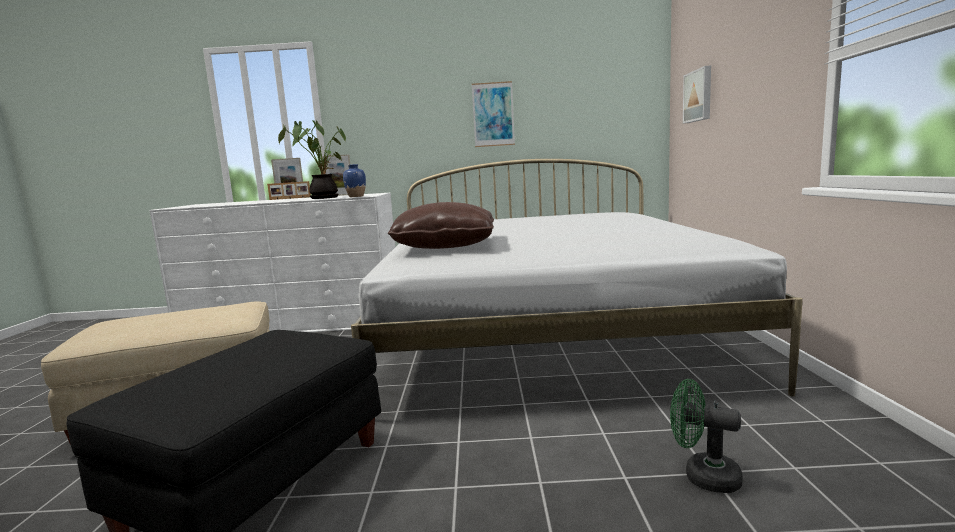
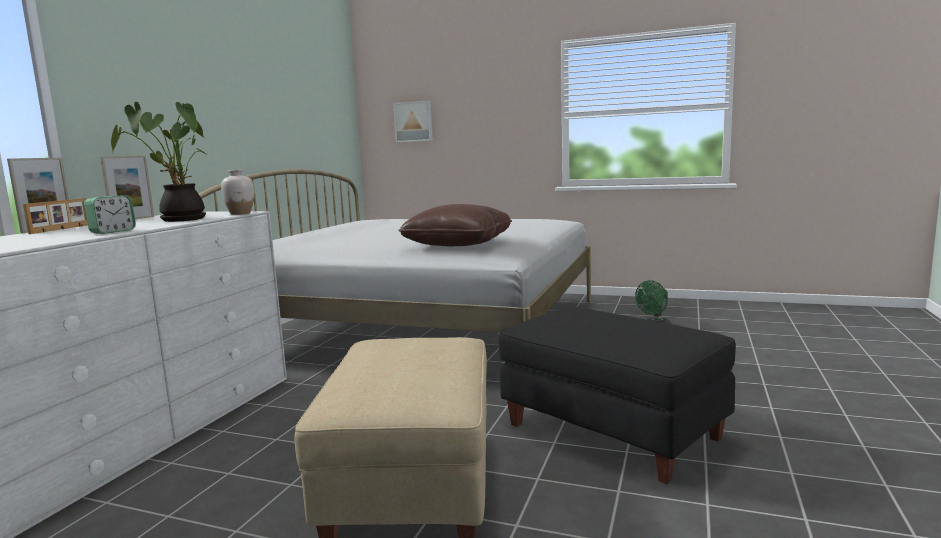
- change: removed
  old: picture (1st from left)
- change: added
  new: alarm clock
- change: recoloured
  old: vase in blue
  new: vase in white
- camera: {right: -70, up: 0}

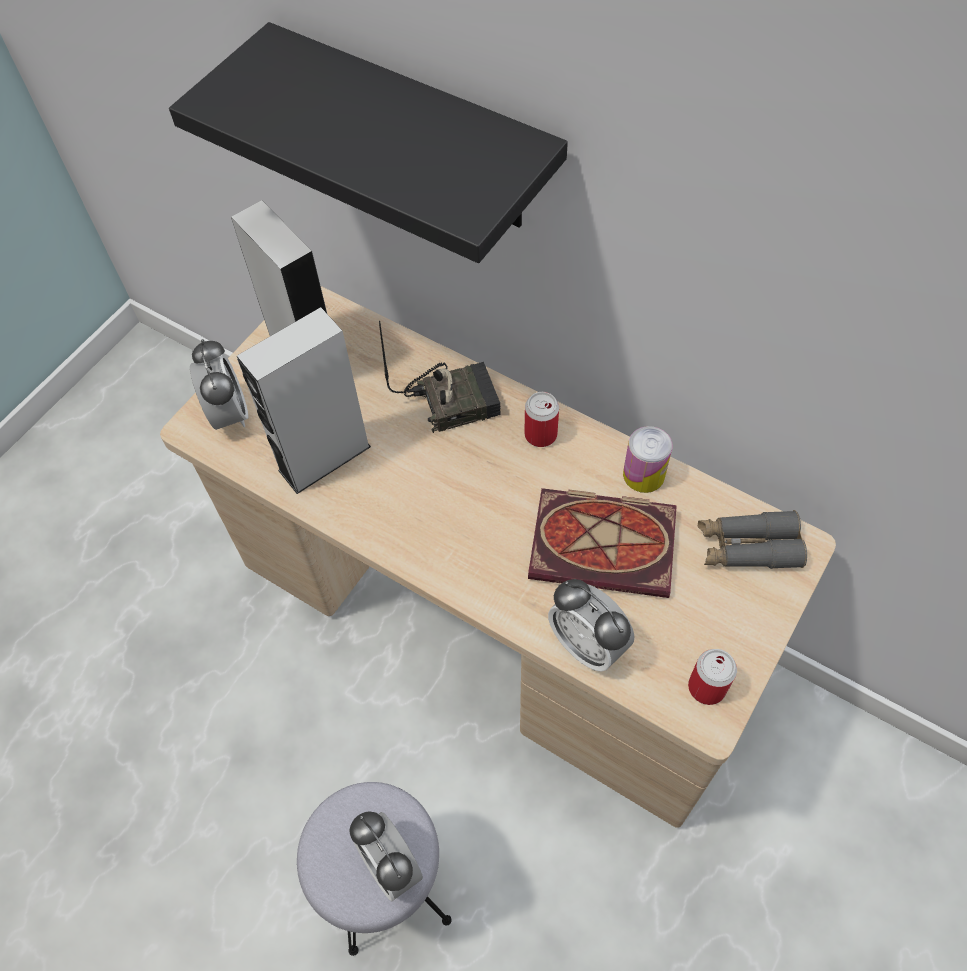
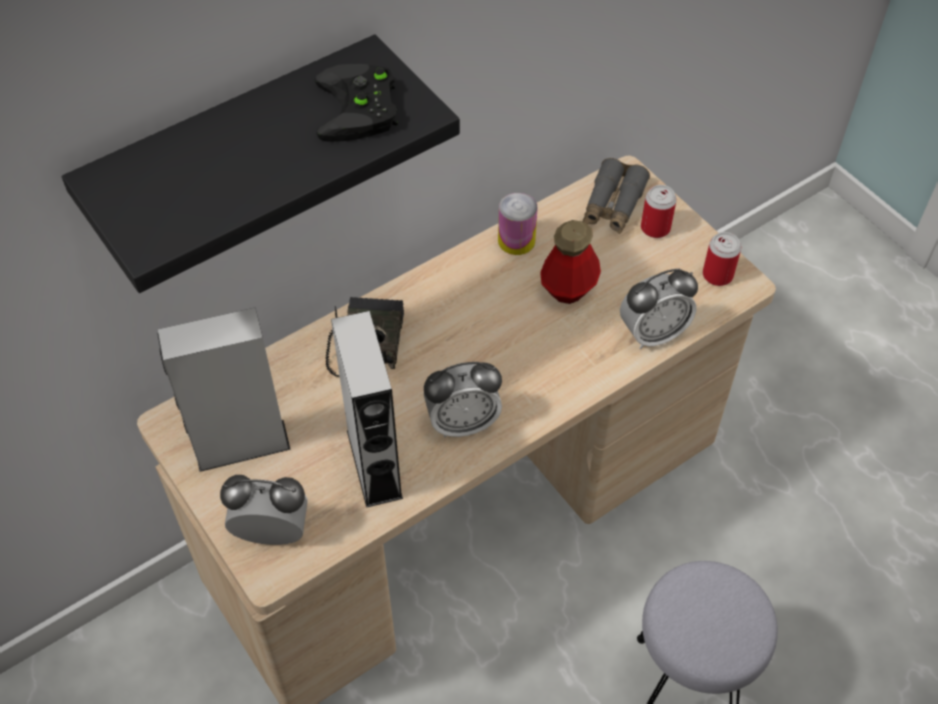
- change: added
  new: game controller in black
- change: moved
  old: alarm clock (2nd from left)
- change: moved
  old: can (1st from left in the first image)
  new: can (2nd from left)
- change: replaced
  old: book
  new: bottle
- camera: {right: -70, up: -5}

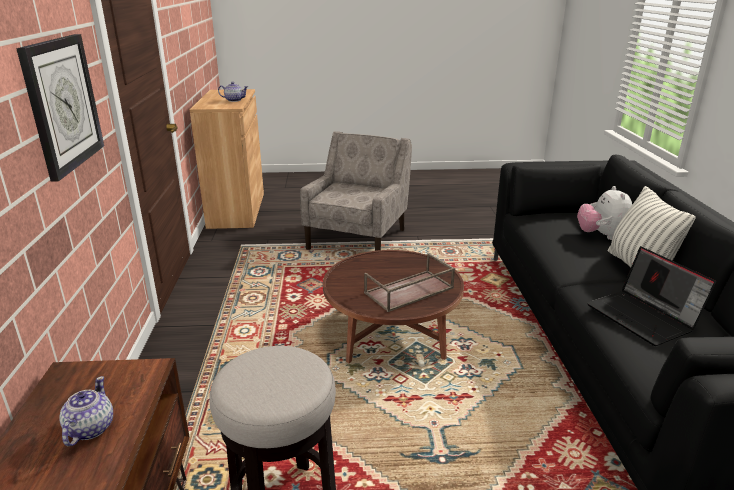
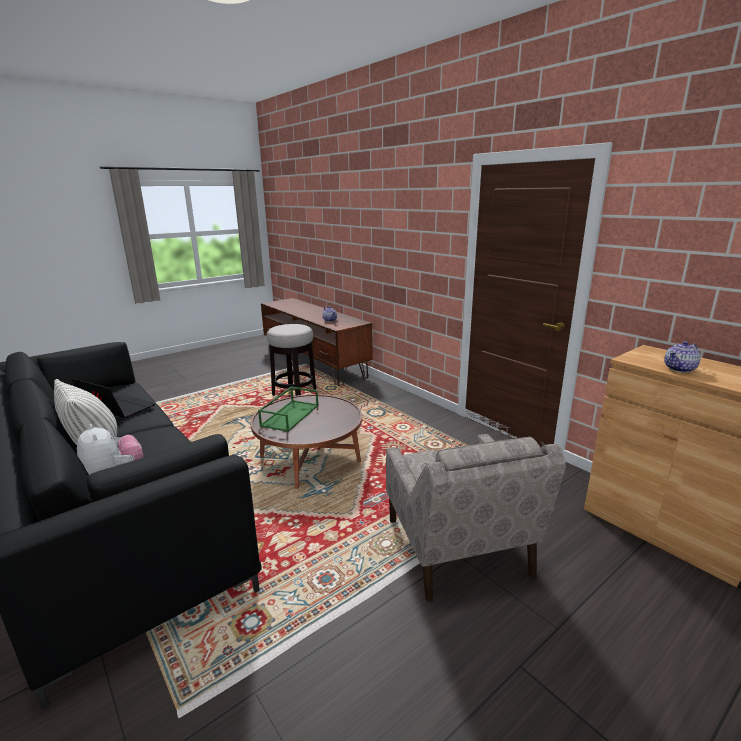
- change: removed
  old: wall clock
- change: recoloured
  old: tray in brown
  new: tray in green
- camera: {right: 145, up: -5}

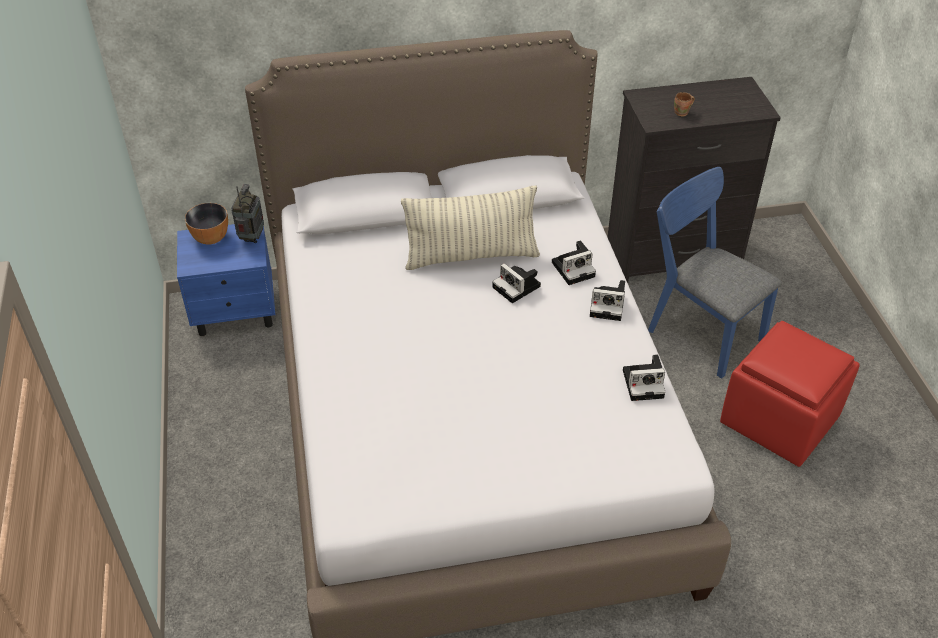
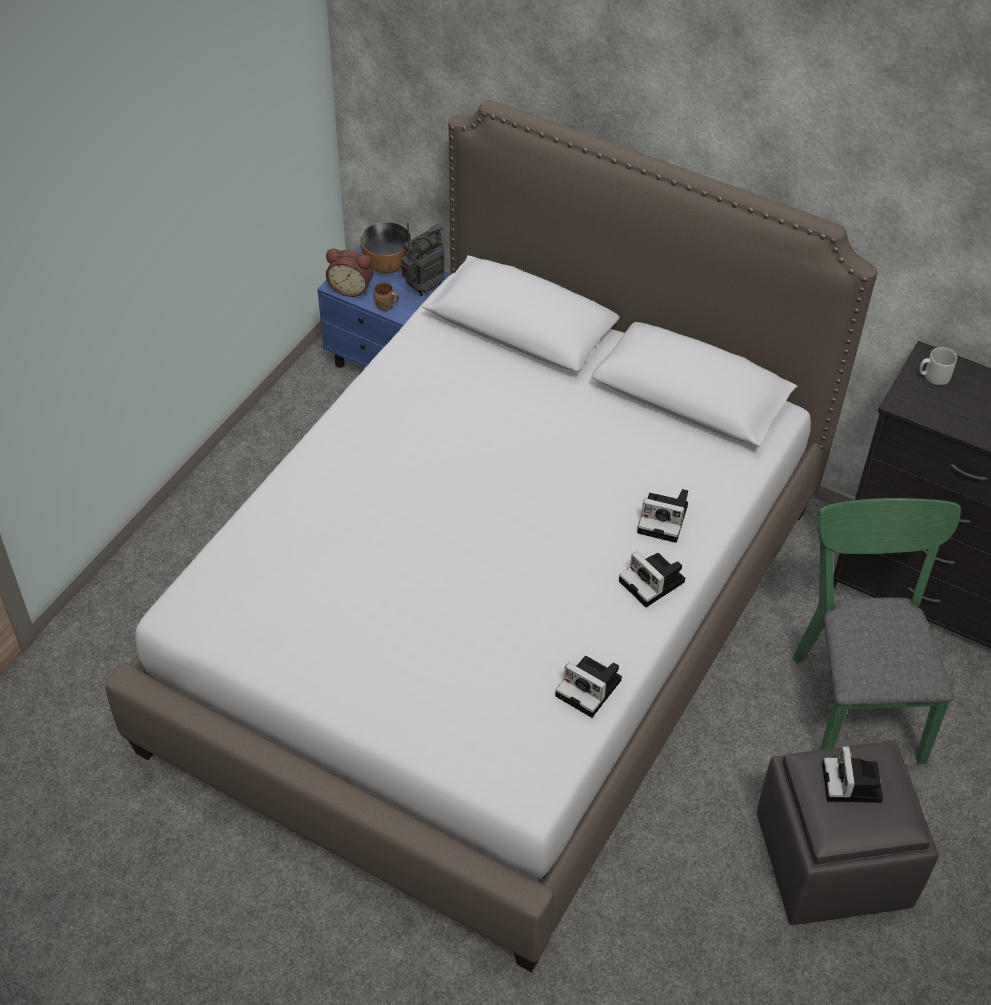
- change: removed
  old: pillow
- change: added
  new: alarm clock
- change: added
  new: mug in grey
- change: moved
  old: photo camera (1st from left in the first image)
  new: photo camera (4th from left)
- change: moved
  old: mug in brown
- change: recoloured
  old: chair in blue
  new: chair in green
- change: recoloured
  old: ottoman in red
  new: ottoman in grey
- camera: {right: 40, up: 5}

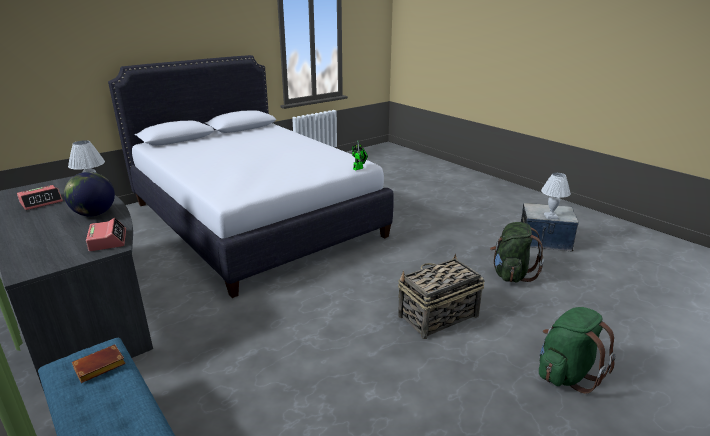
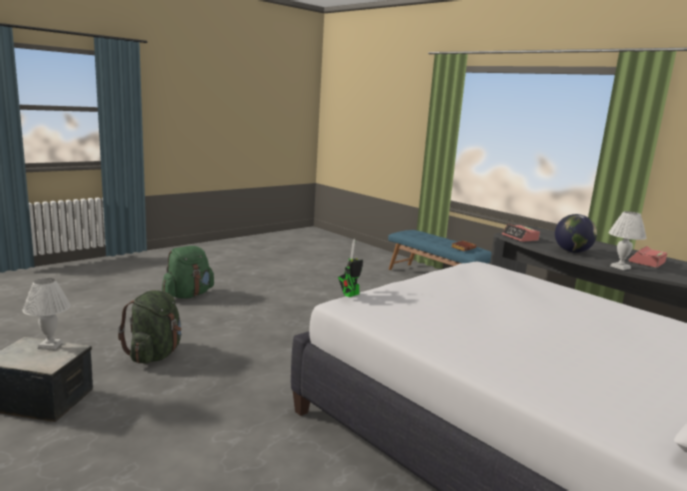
- change: removed
  old: basket
- camera: {right: 175, up: -10}

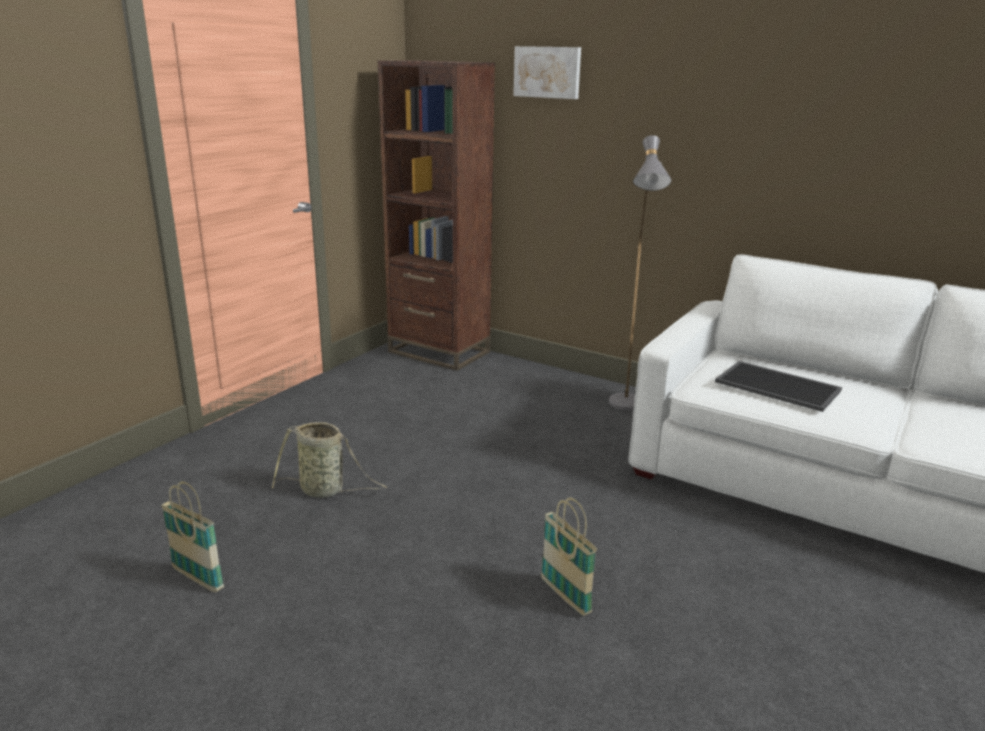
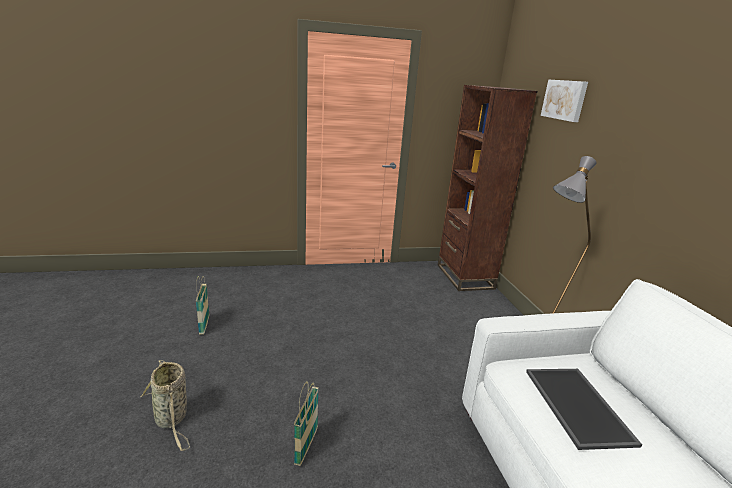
- change: moved
  old: basket (2nd from left in the first image)
  new: basket (1st from left)
- camera: {right: 45, up: 0}

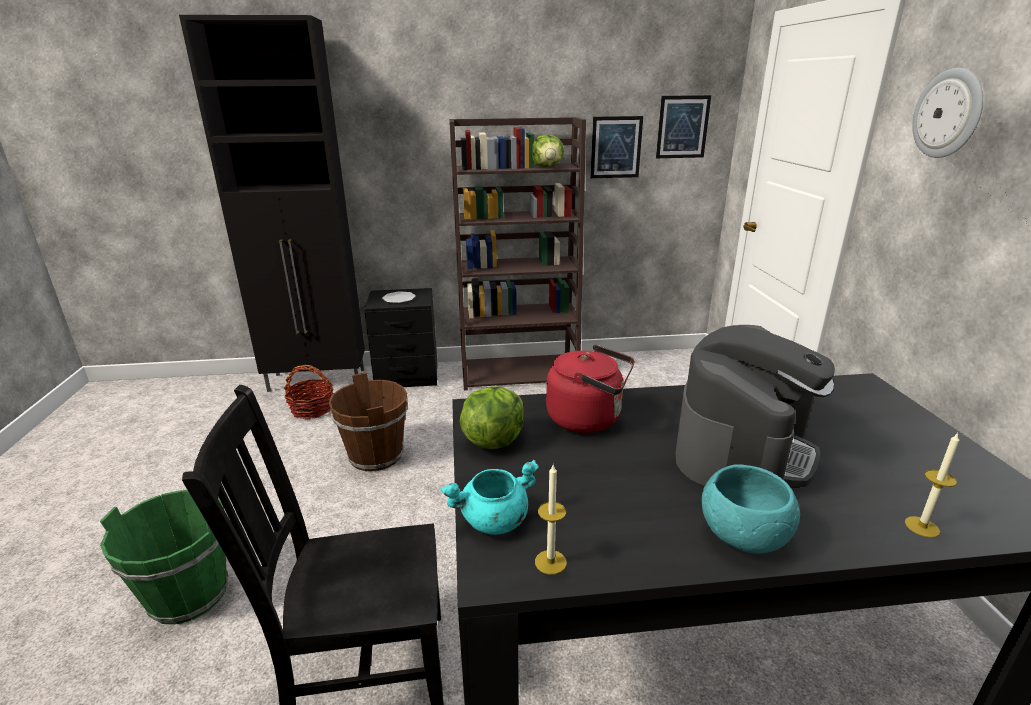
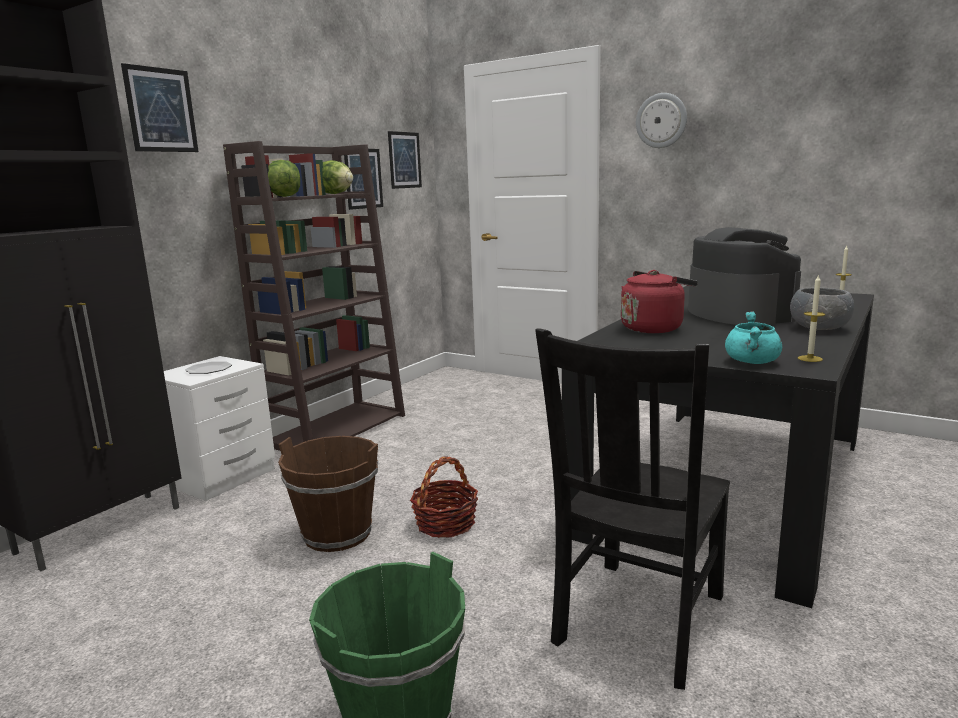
- change: added
  new: picture (1st from left)
- change: moved
  old: basket
- change: moved
  old: lettuce (1st from left)
- change: recoloured
  old: nightstand in black
  new: nightstand in white
- change: recoloured
  old: bowl in turquoise
  new: bowl in grey
- camera: {right: -50, up: -10}

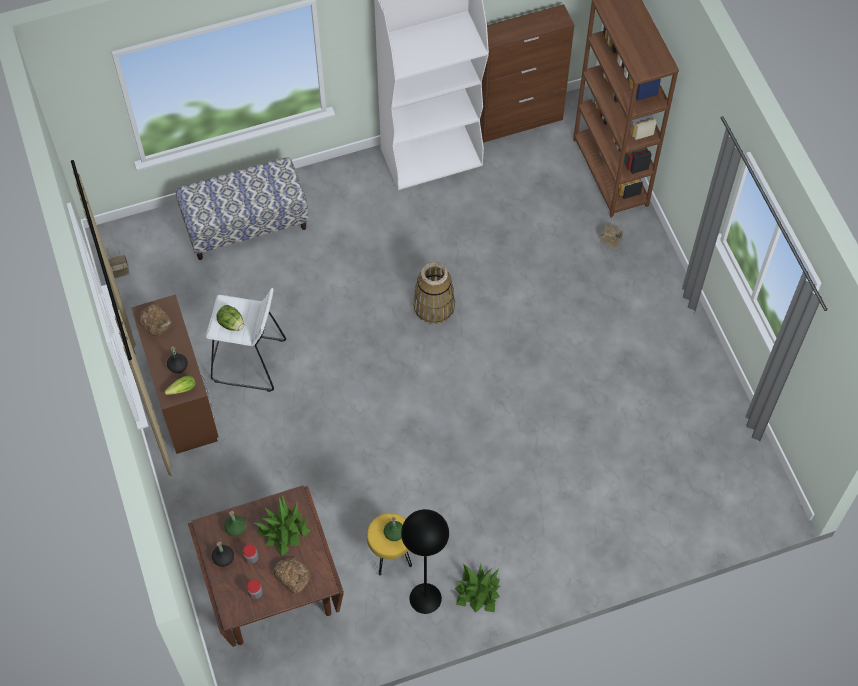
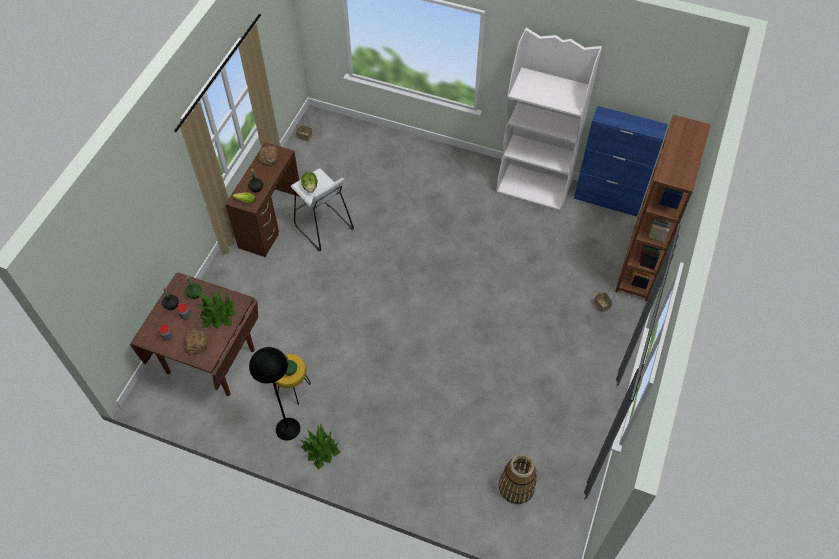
- change: removed
  old: bench
- change: moved
  old: basket (2nd from left)
- change: recoloured
  old: cabinet in brown
  new: cabinet in blue
- camera: {right: 40, up: -5}

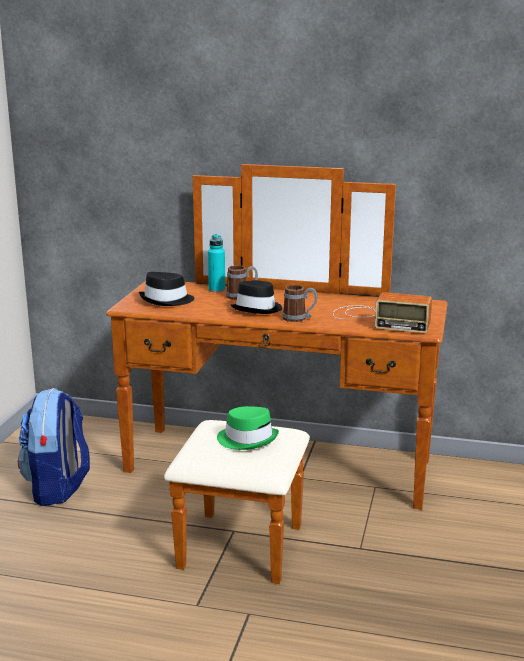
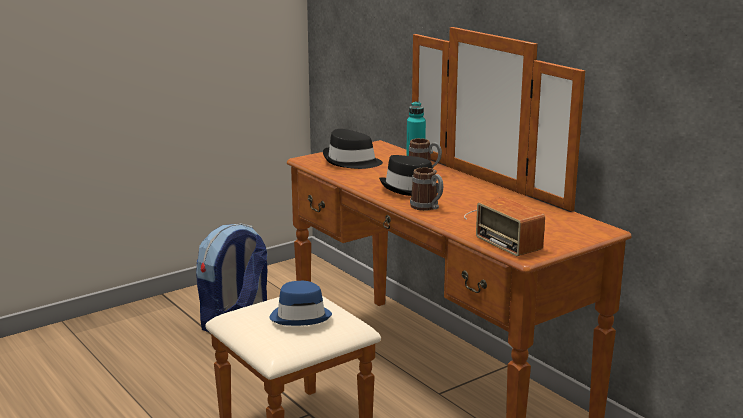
- change: recoloured
  old: hat in green
  new: hat in blue
- camera: {right: 40, up: 0}

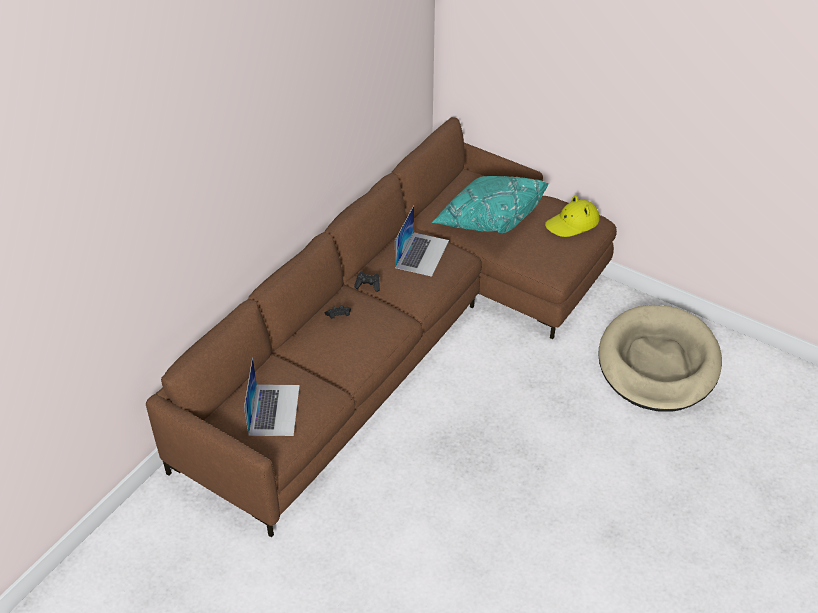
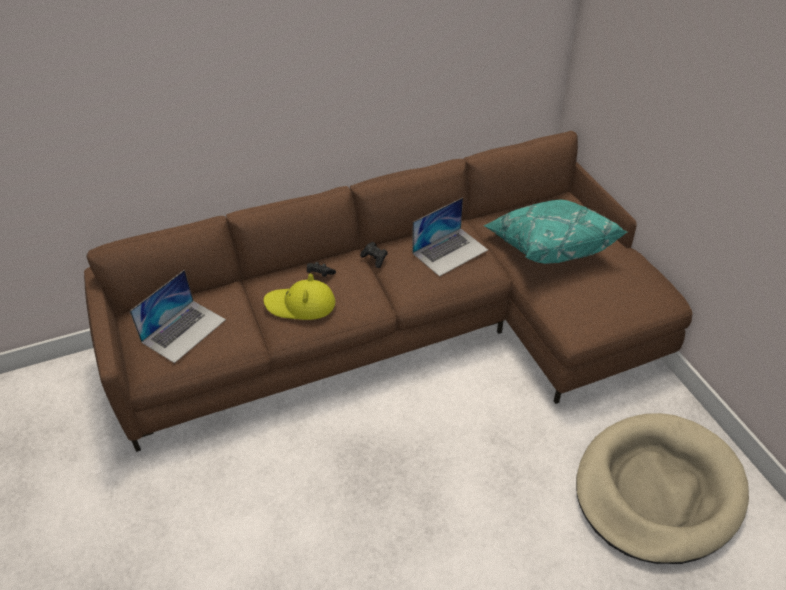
- change: moved
  old: hat in yellow
- camera: {right: 35, up: 0}

